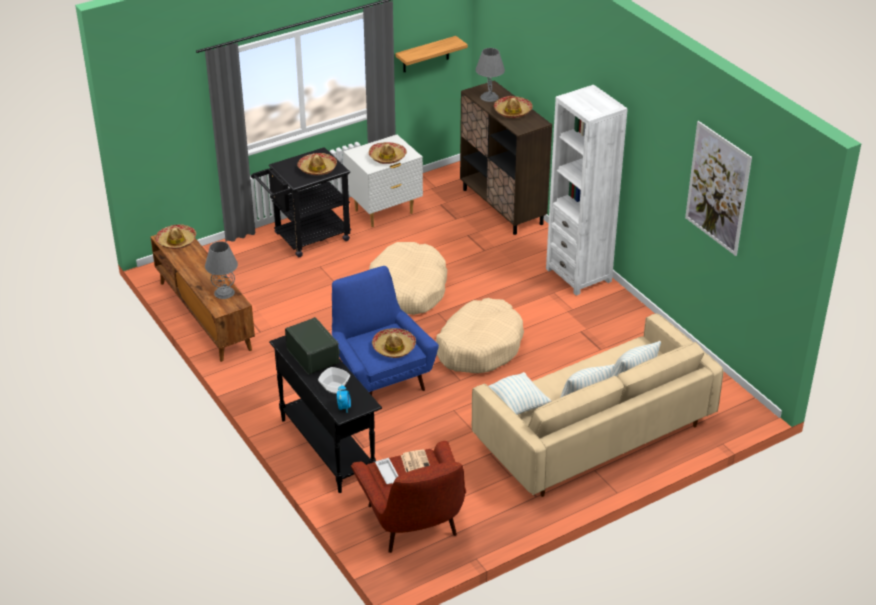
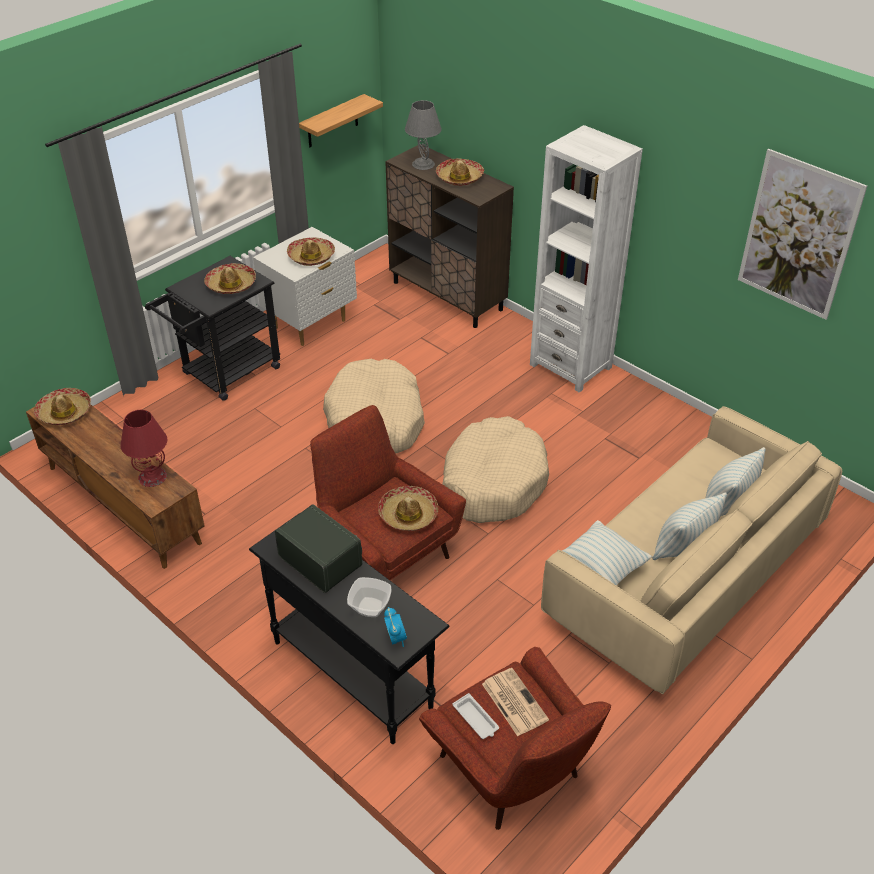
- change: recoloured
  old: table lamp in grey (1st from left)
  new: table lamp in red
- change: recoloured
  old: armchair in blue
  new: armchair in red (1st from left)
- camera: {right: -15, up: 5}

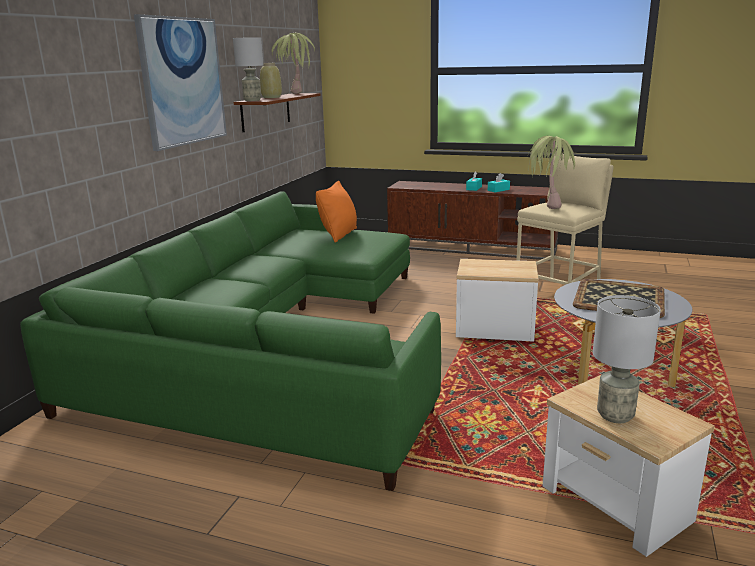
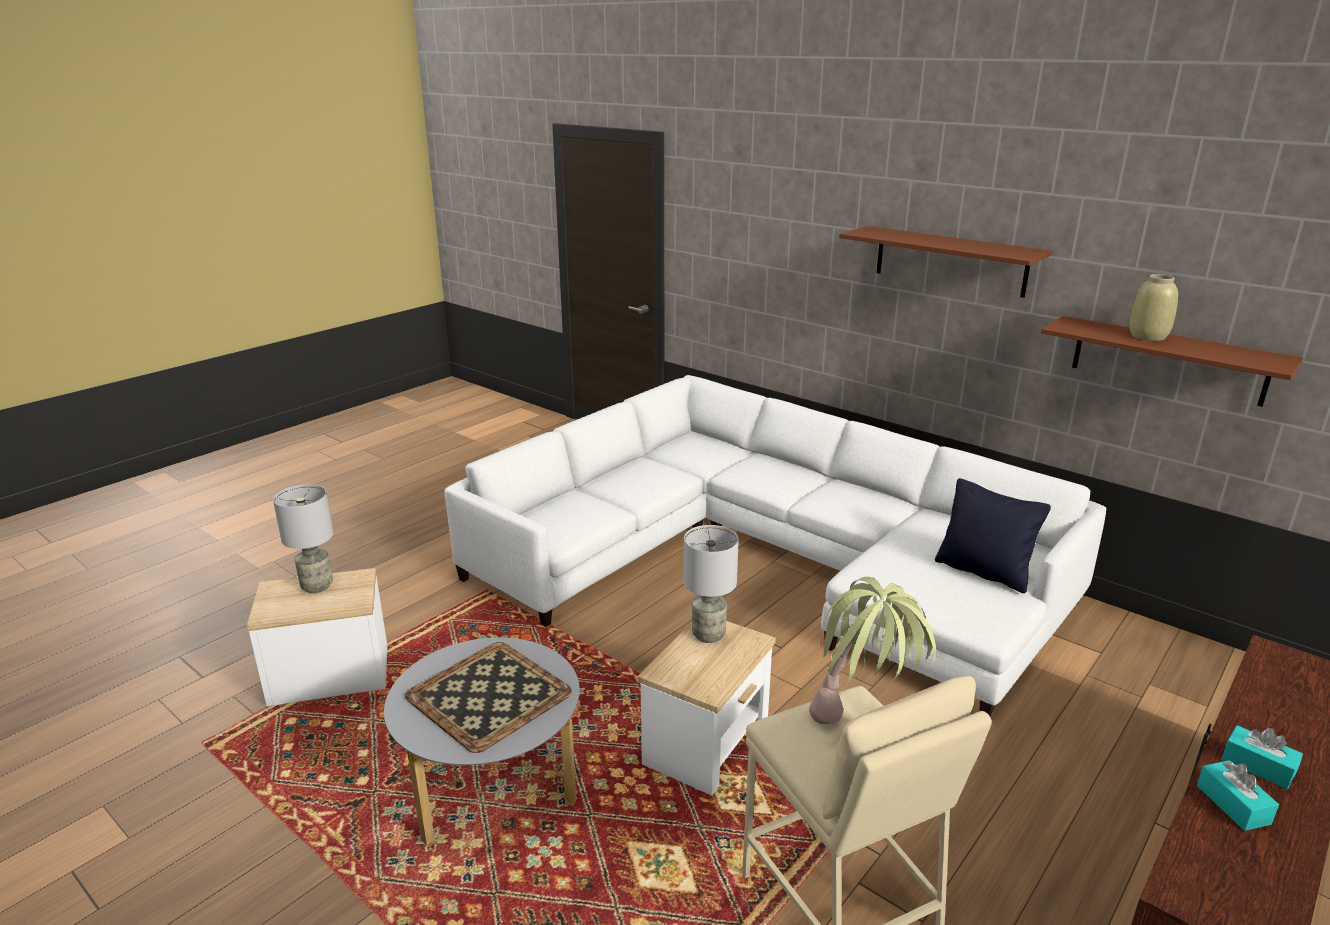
- change: removed
  old: potted plant (1st from left)
- change: moved
  old: table lamp in grey (1st from left in the first image)
  new: table lamp in grey (2nd from left)
- change: replaced
  old: picture
  new: shelf in brown (1st from left)
- change: recoloured
  old: sofa in green
  new: sofa in white
- change: recoloured
  old: pillow in orange
  new: pillow in black
- camera: {right: 110, up: 5}

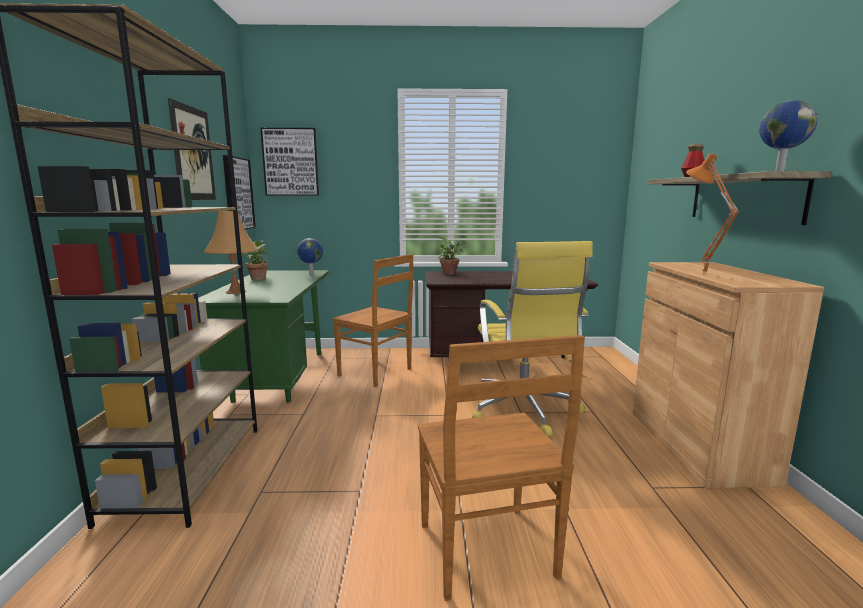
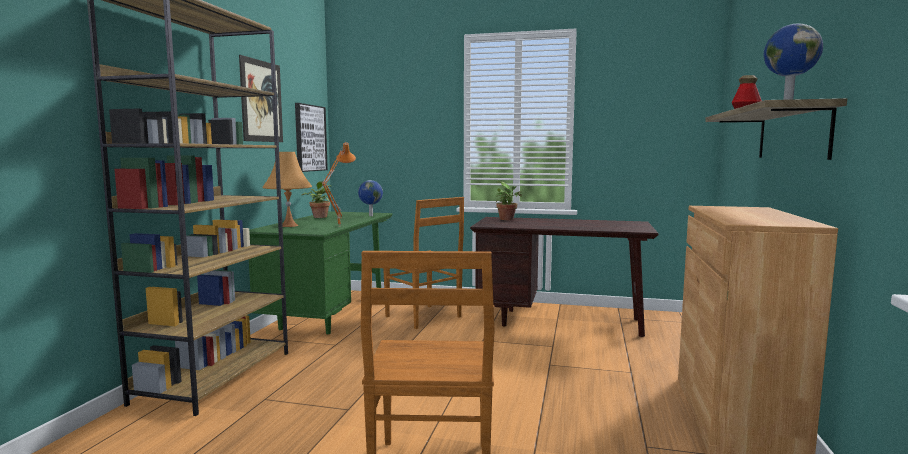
- change: removed
  old: picture (3rd from left)
- change: removed
  old: office chair in yellow
- change: moved
  old: table lamp in orange (2nd from left)
- camera: {right: 15, up: -5}

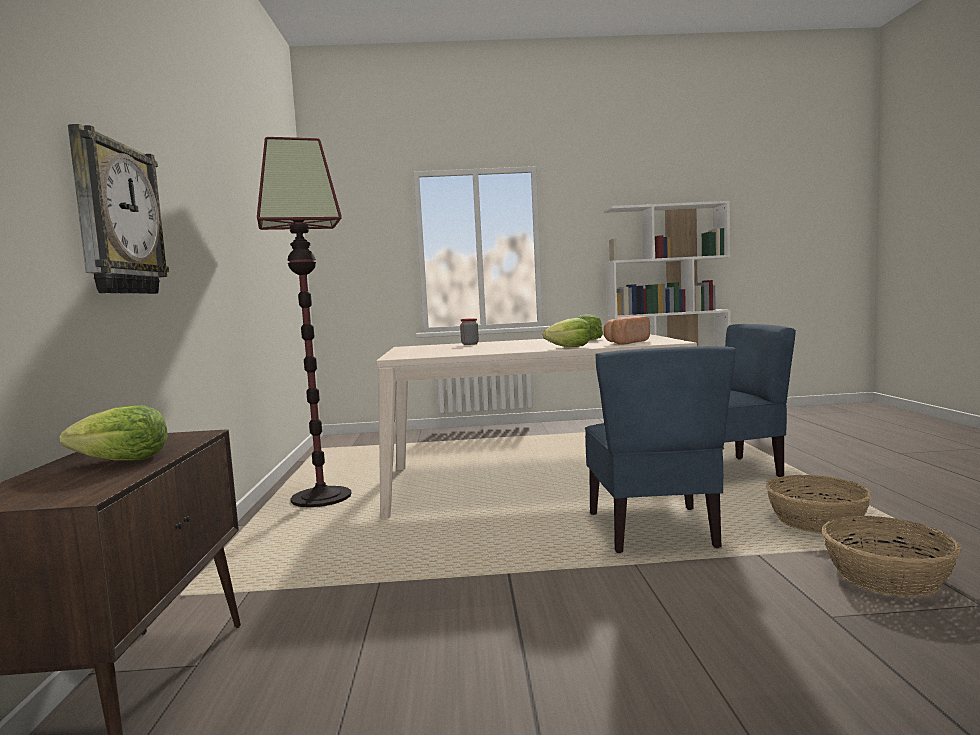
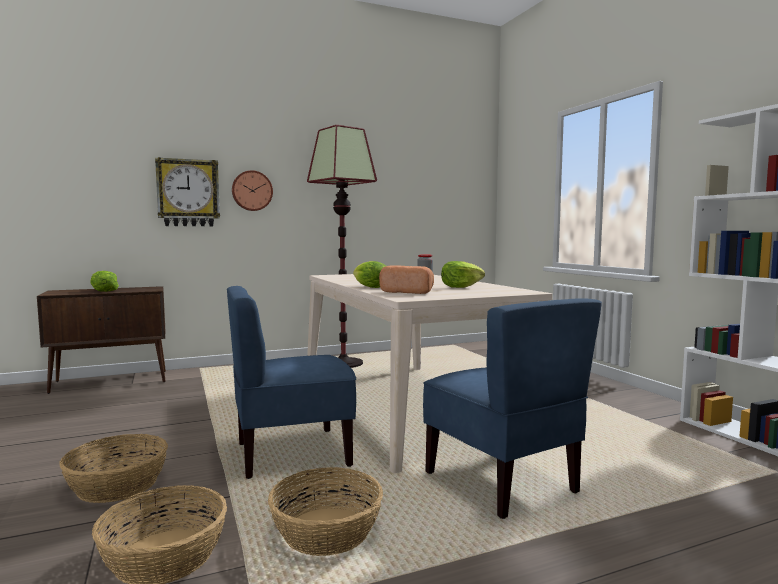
- change: added
  new: basket (1st from left)
- change: added
  new: wall clock (2nd from left)
- camera: {right: 70, up: 0}

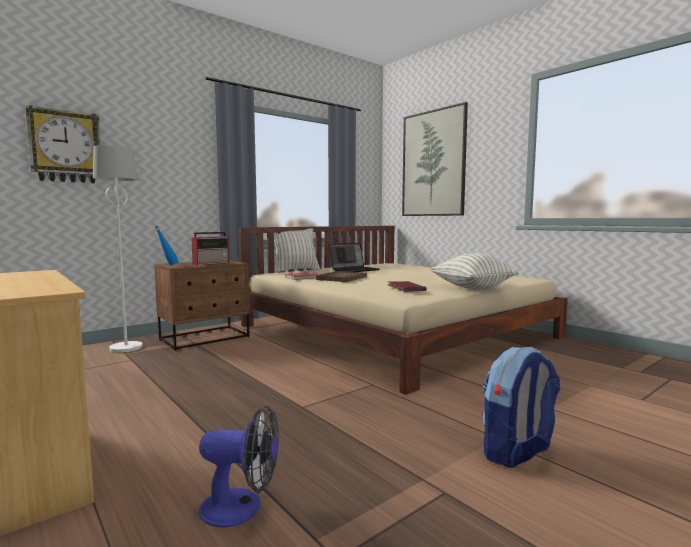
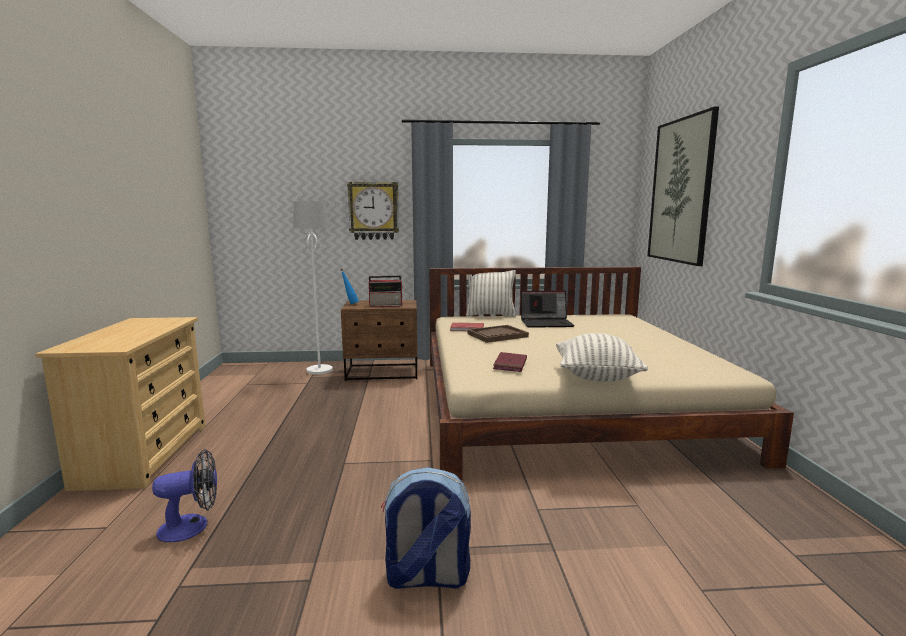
- change: moved
  old: wall clock
- change: turned
  old: fan
  degrees: -60
- camera: {right: 35, up: 5}

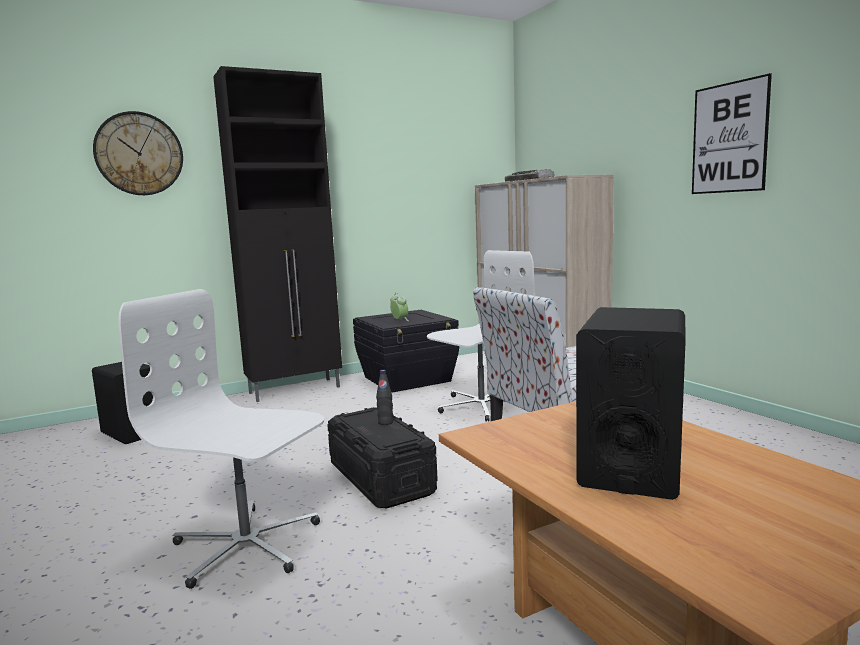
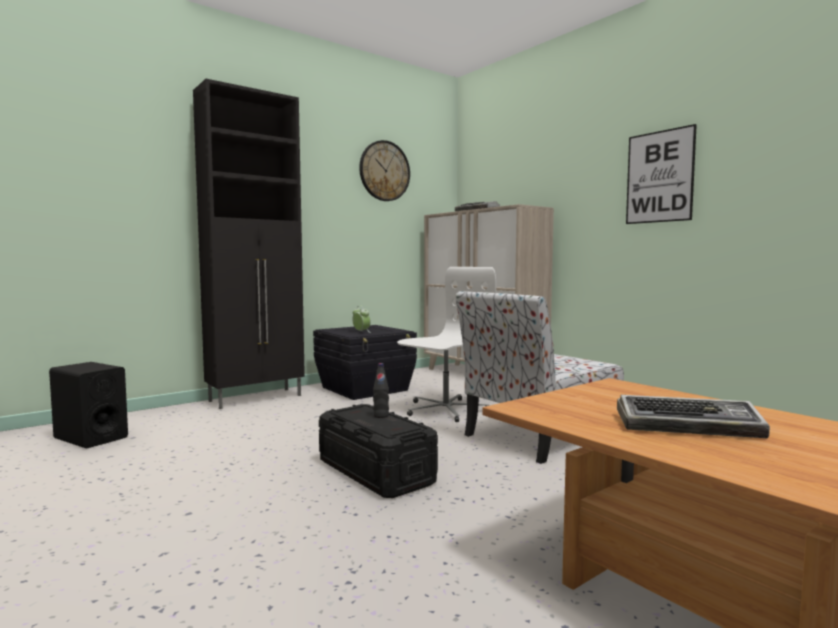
- change: removed
  old: office chair in white (1st from left)
- change: moved
  old: wall clock
- change: replaced
  old: speaker in black (2nd from left)
  new: keyboard (2nd from left)
- camera: {right: -10, up: -5}

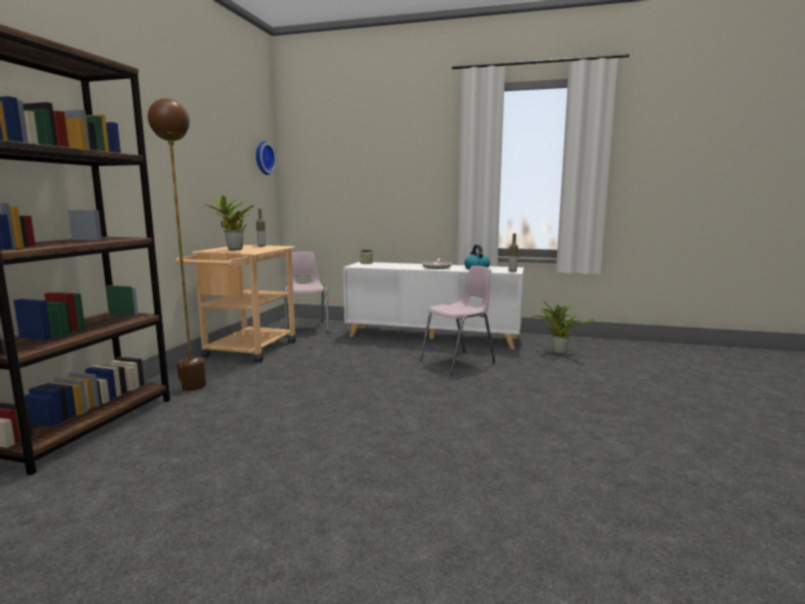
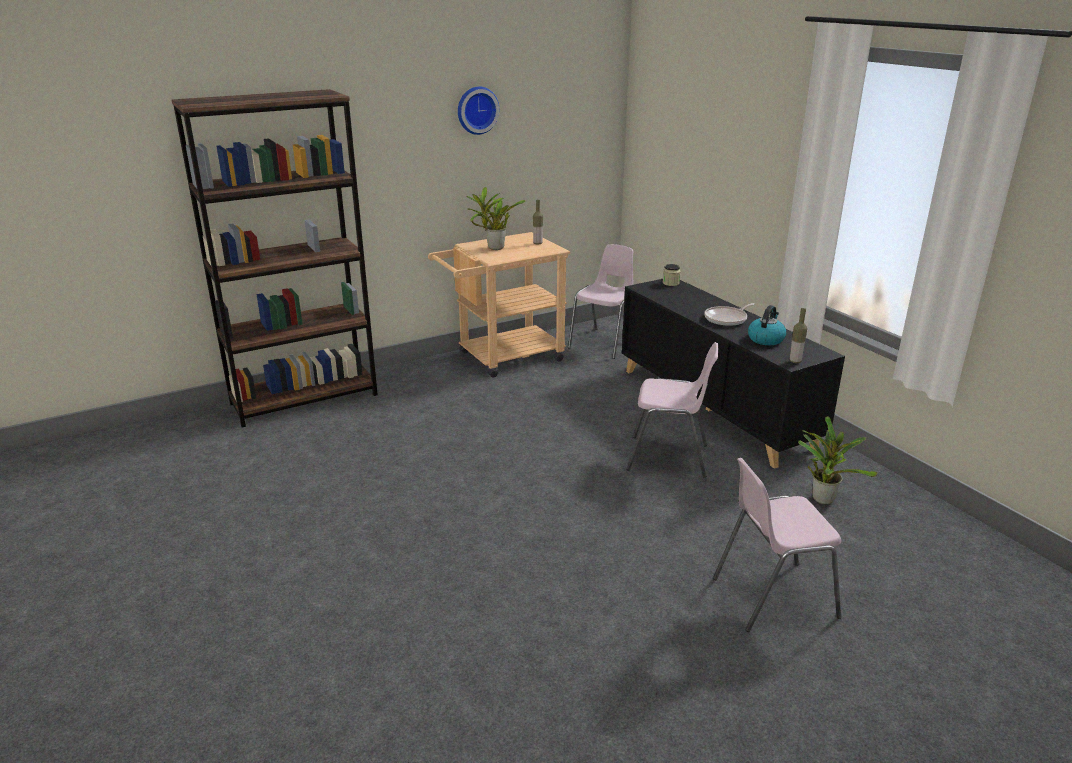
- change: removed
  old: floor lamp in brown
- change: added
  new: chair in pink (3rd from left)
- change: moved
  old: wall clock
- change: recoloured
  old: cabinet in white
  new: cabinet in black
- camera: {right: 45, up: 15}

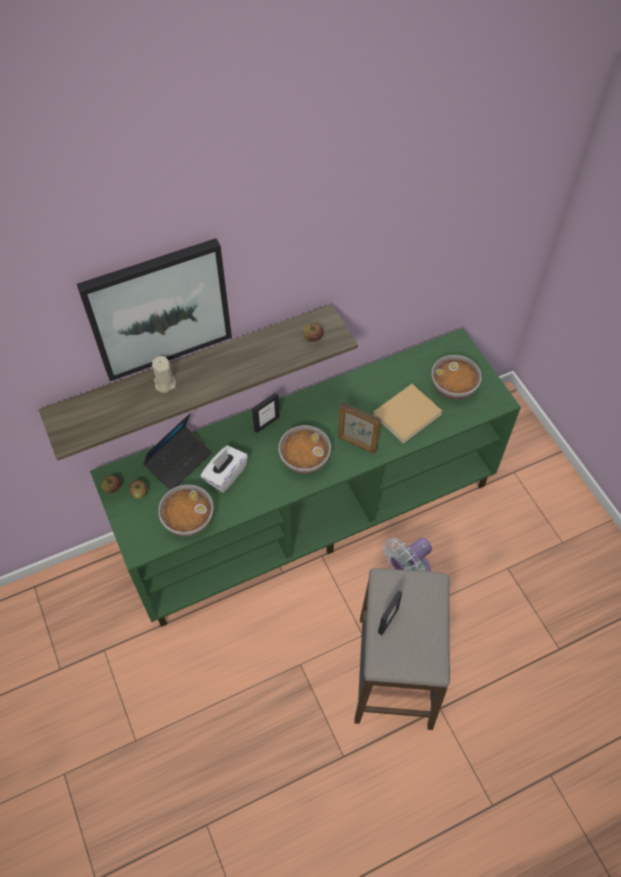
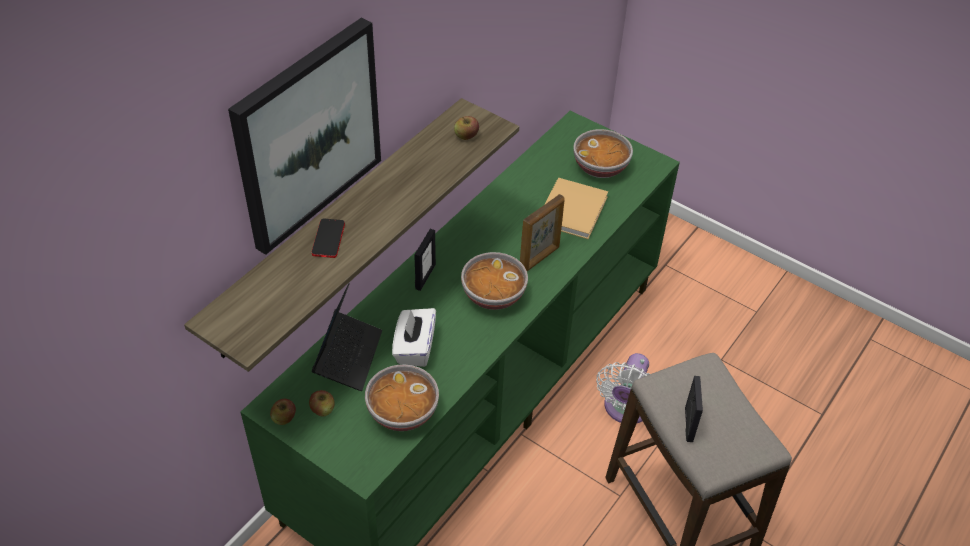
- change: replaced
  old: candle in beige
  new: phone
- change: turned
  old: picture frame (2nd from left)
  degrees: -45
- camera: {right: -30, up: -10}

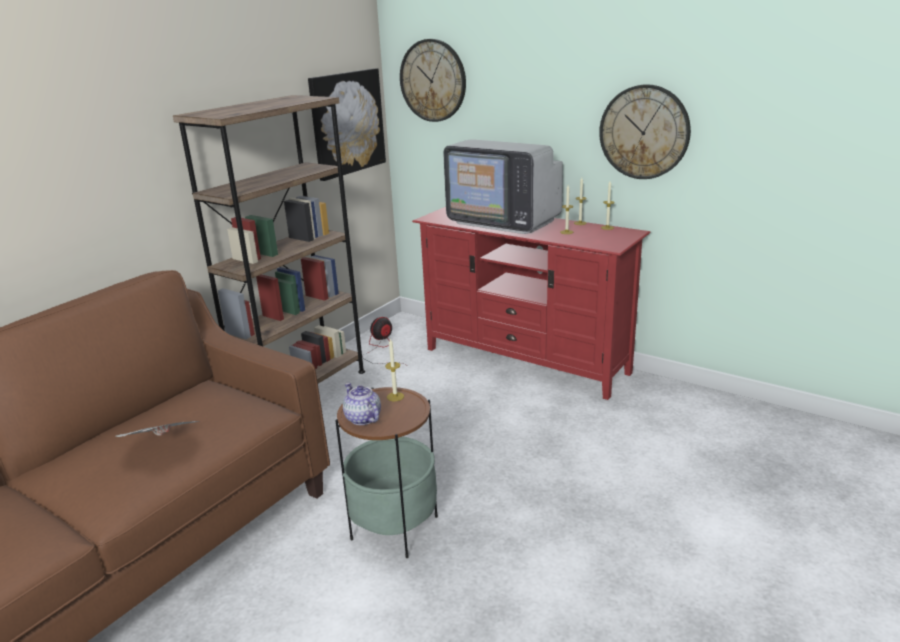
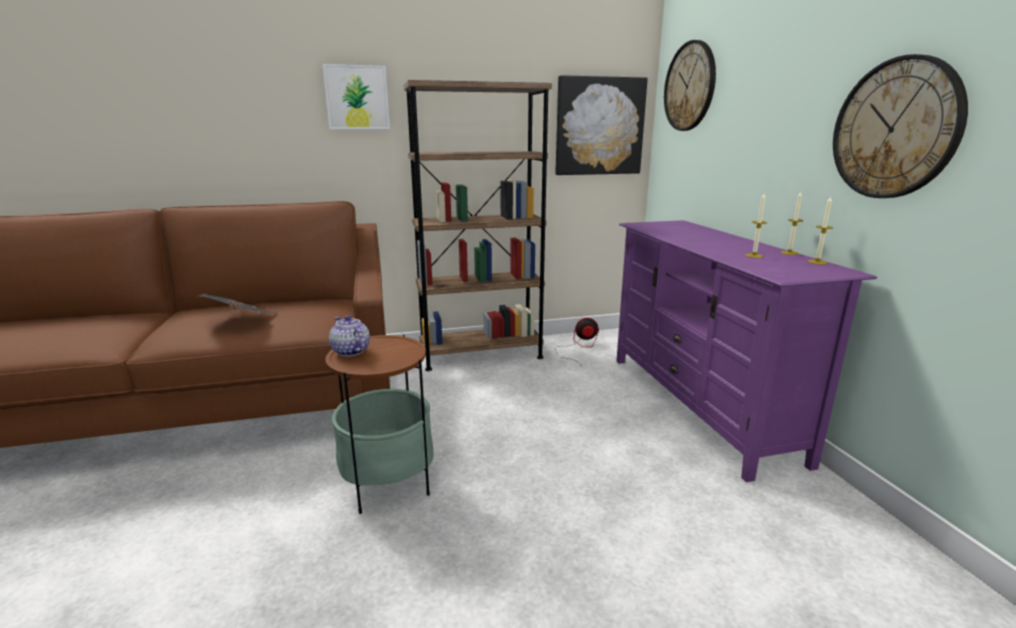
- change: removed
  old: candle (1st from left)
- change: removed
  old: television
- change: added
  new: picture (1st from left)
- change: recoloured
  old: tv stand in red
  new: tv stand in purple
- change: turned
  old: teapot
  degrees: -45
- camera: {right: 40, up: -5}

